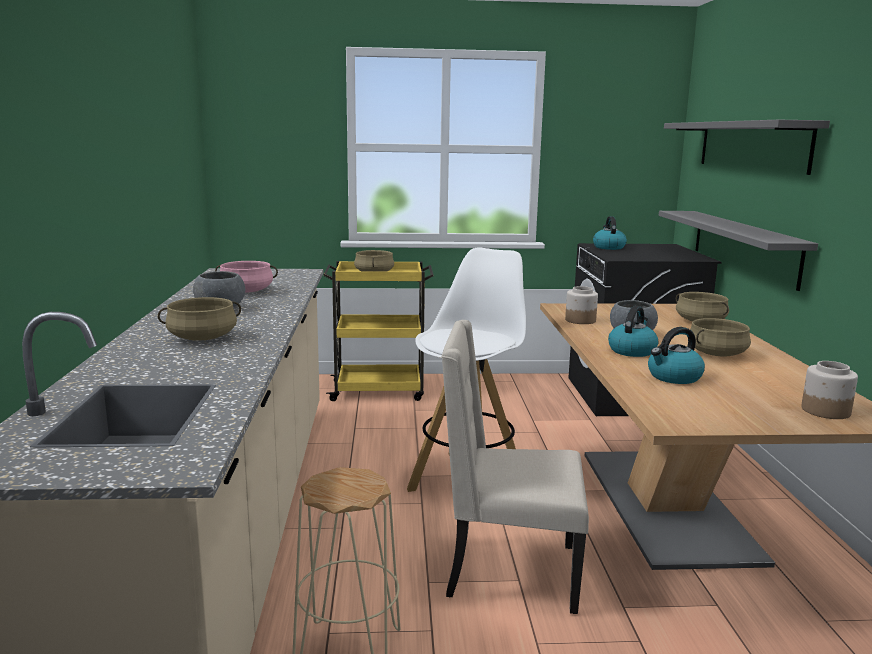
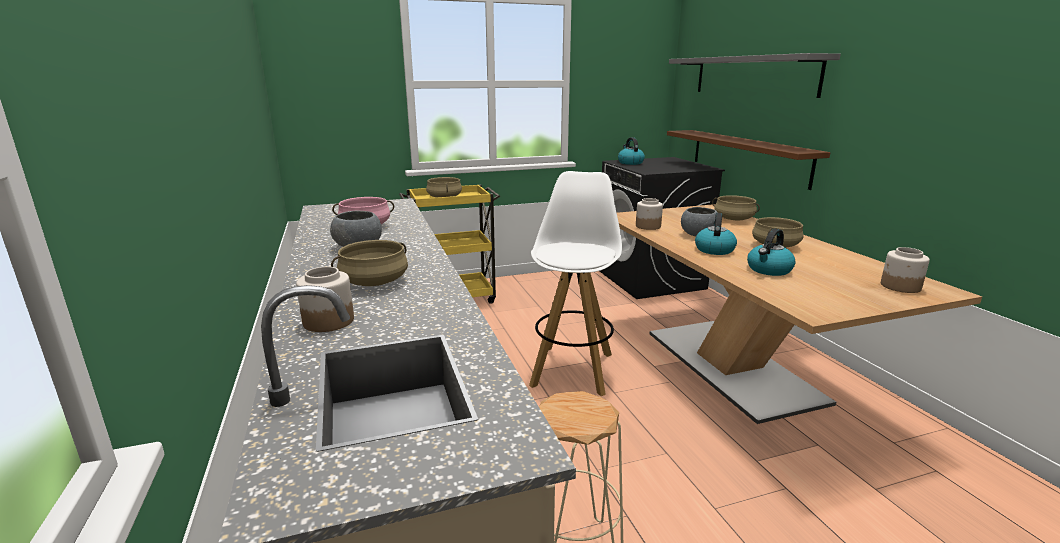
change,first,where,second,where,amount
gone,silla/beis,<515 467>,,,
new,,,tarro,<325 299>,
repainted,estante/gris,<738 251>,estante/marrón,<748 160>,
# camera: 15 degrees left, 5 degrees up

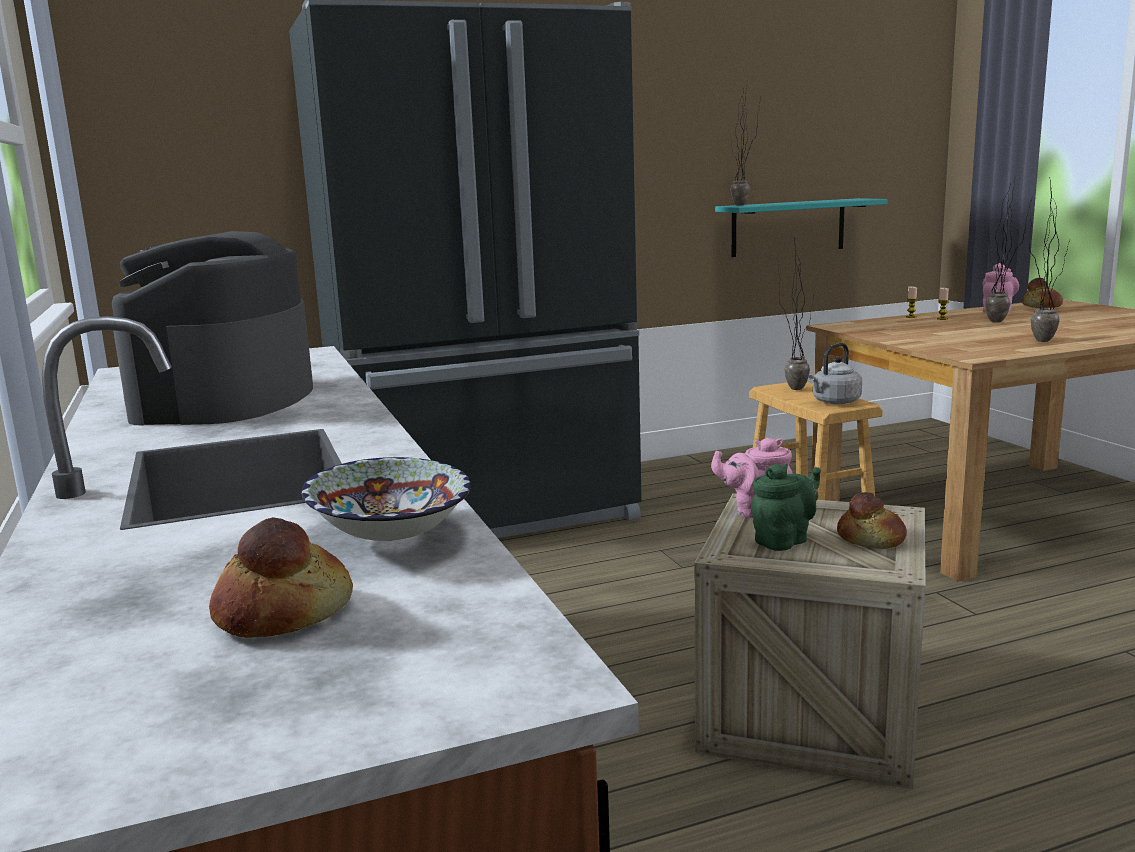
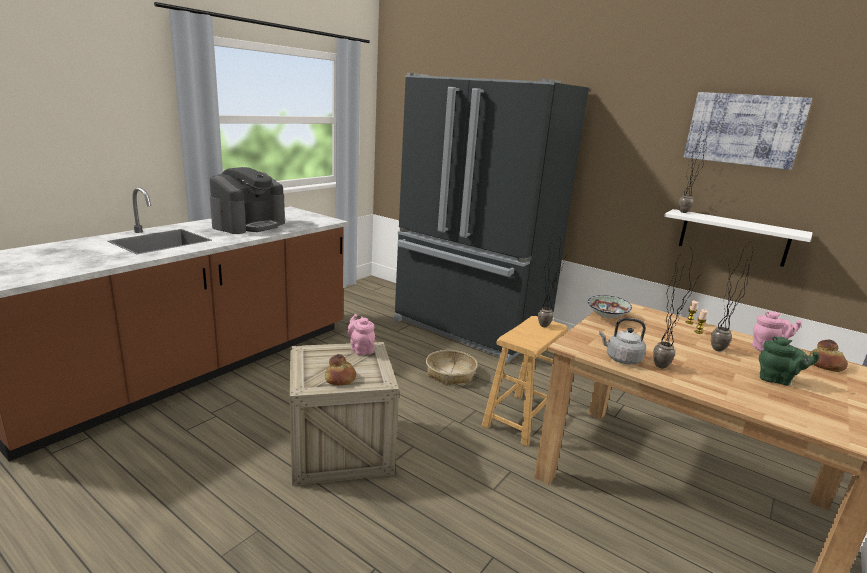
change,first,where,second,where,amount
gone,pan,<281 577>,,,
new,,,cesta,<452 368>,
new,,,cuadro,<748 131>,
shifted,cuenco,<386 499>,,<610 306>,
shifted,tetera/verde,<786 507>,,<789 361>,
shifted,hervidor/gris,<835 373>,,<622 341>,
repainted,estante/turquesa,<801 227>,estante/blanco,<738 238>,
rotated,cafetera,<212 328>,,<247 200>,150 degrees clockwise
# camera: 55 degrees right, 5 degrees up

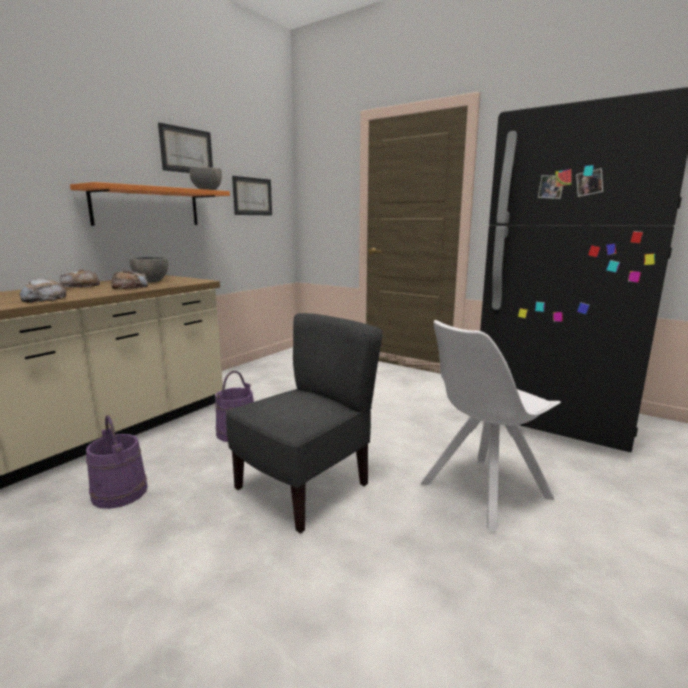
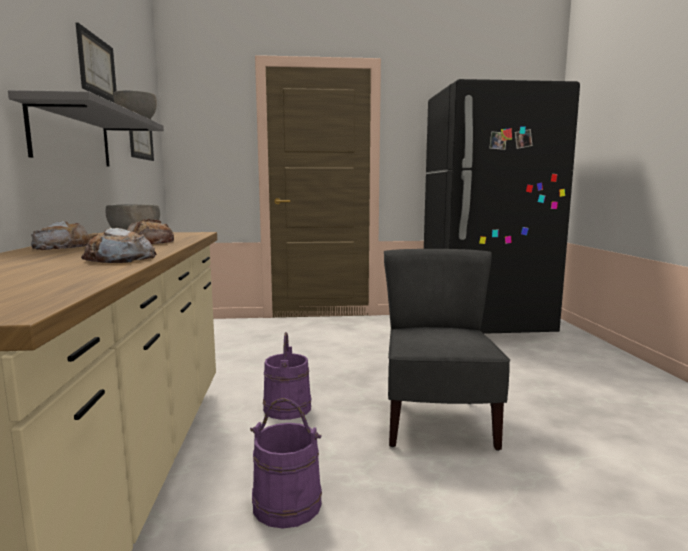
change,first,where,second,where,amount
gone,silla/blanco,<491 426>,,,
repainted,estante/naranja,<150 204>,estante/gris,<86 128>,
# camera: 40 degrees left, 5 degrees down

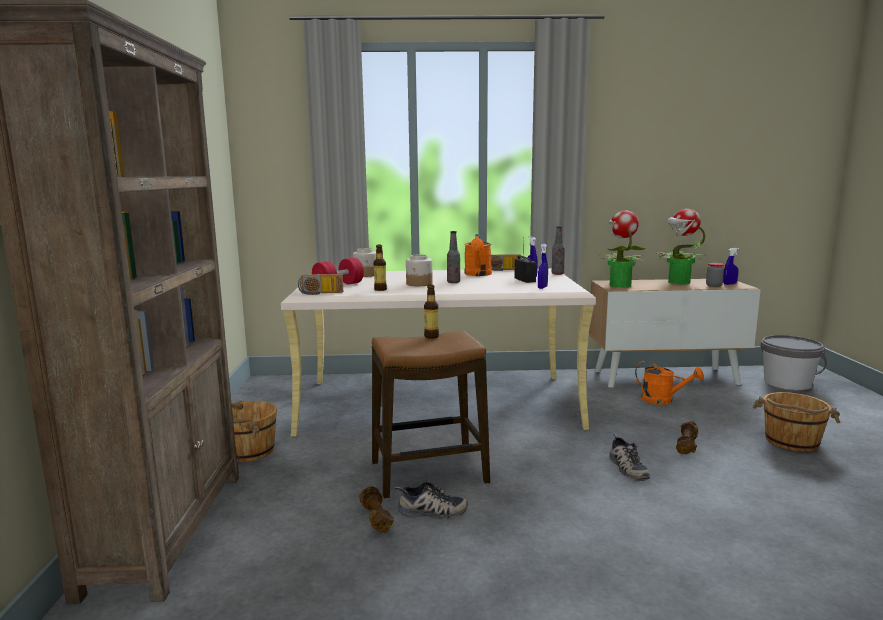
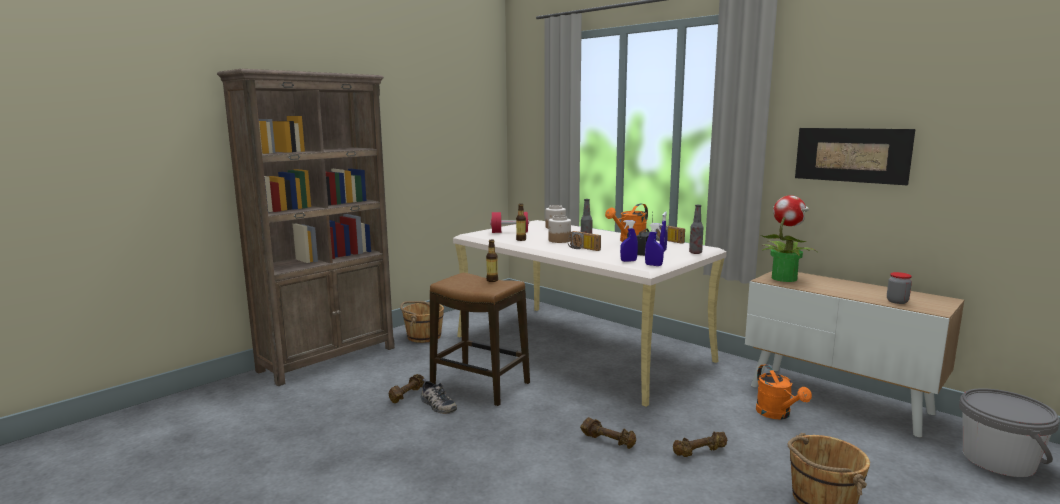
change,first,where,second,where,amount
gone,planta en maceta,<680 246>,,,
new,,,cuadro,<855 157>,
shifted,radio,<320 284>,,<584 241>,
shifted,pulverizador/azul,<731 266>,,<654 244>,
swapped,zapato,<629 457>,mancuerna/marrón,<608 433>,
# camera: 45 degrees right, 0 degrees up

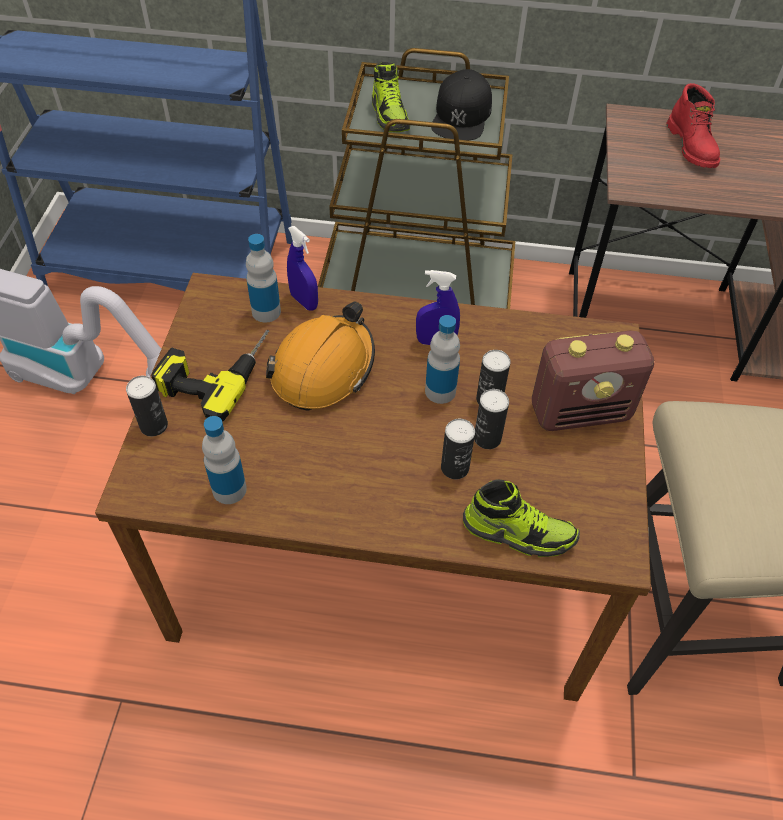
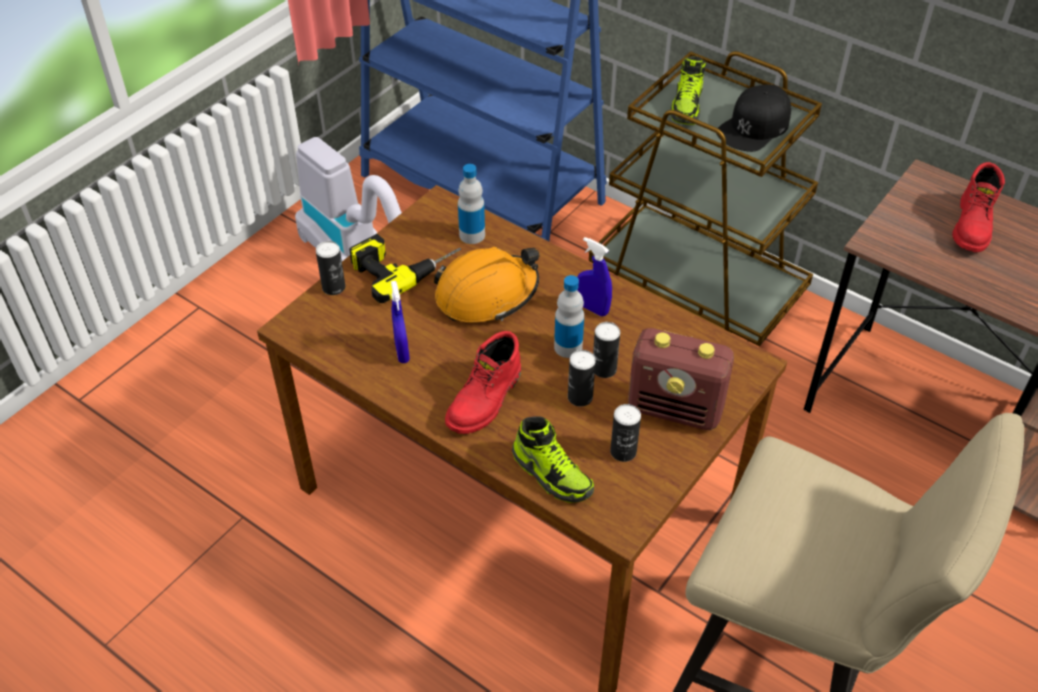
change,first,where,second,where,amount
gone,botella,<224 460>,,,
new,,,bota/rojo,<483 382>,
shifted,pulverizador/azul,<302 268>,,<400 322>,
shifted,lata,<458 449>,,<625 433>,
# camera: 30 degrees right, 5 degrees down

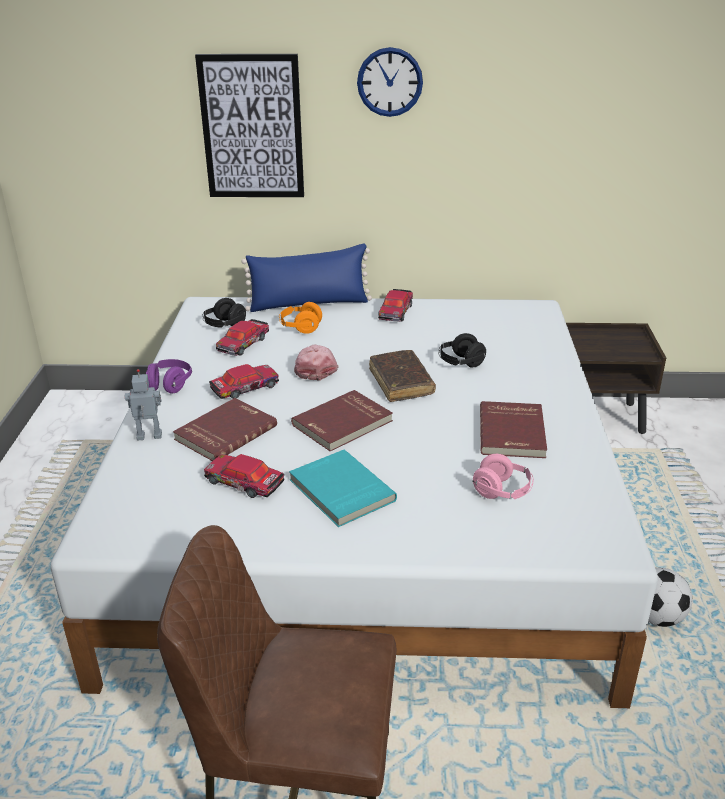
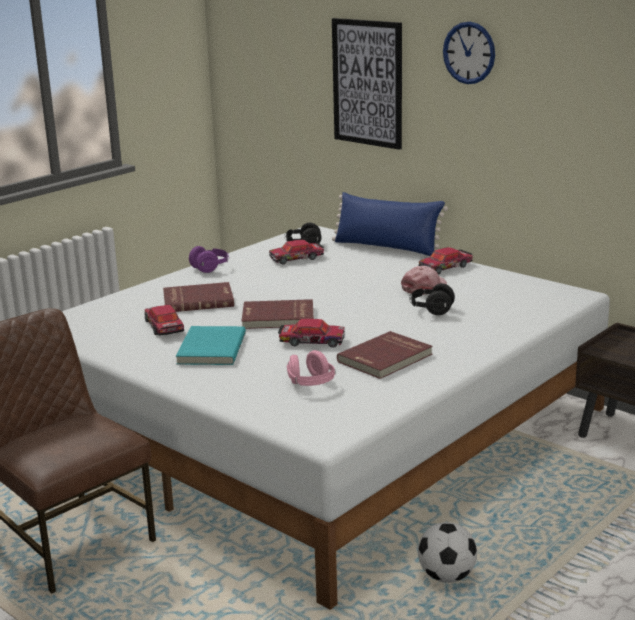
change,first,where,second,where,amount
gone,robot de juguete,<143 405>,,,
gone,auriculares/naranja,<300 318>,,,
gone,libro/marrón,<402 376>,,,
shifted,coche de juguete,<244 381>,,<311 333>,
shifted,gorra/rosa,<316 363>,,<424 280>,
# camera: 40 degrees right, 10 degrees down

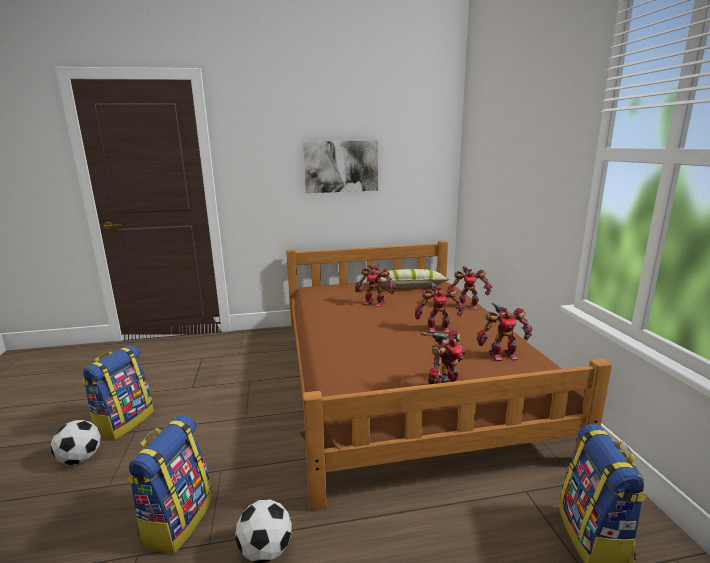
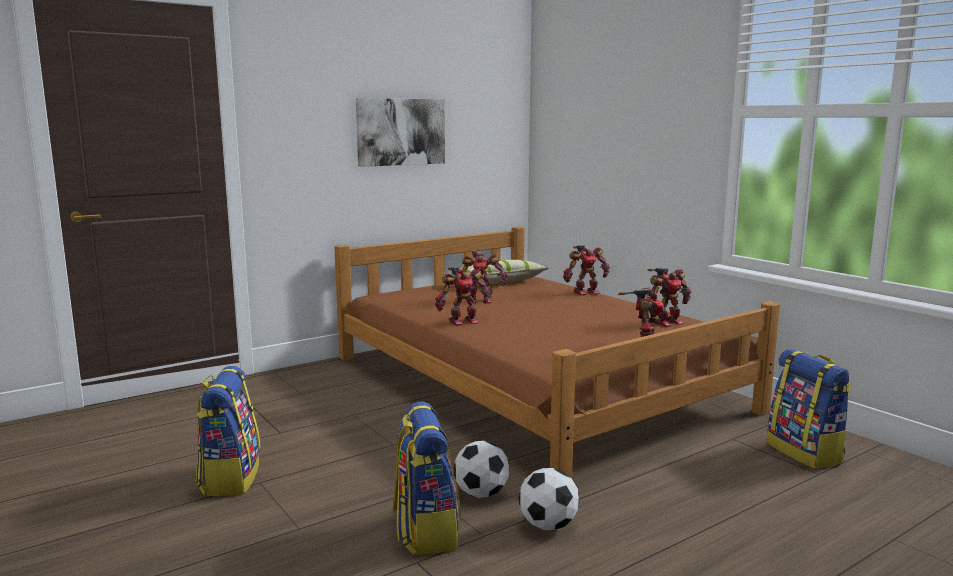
change,first,where,second,where,amount
shifted,balón de fútbol,<76 442>,,<481 469>,
shifted,robot de juguete,<440 308>,,<462 296>,
# camera: 25 degrees left, 5 degrees down

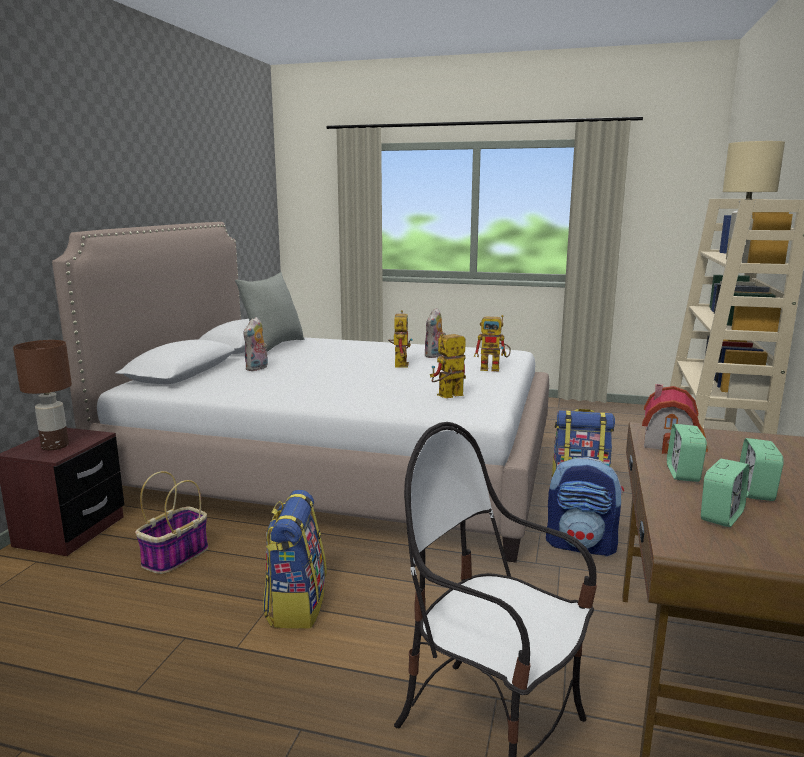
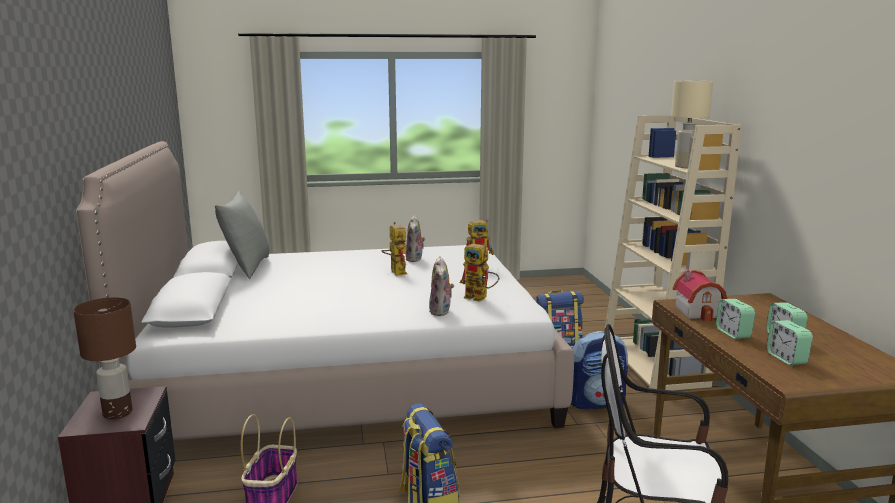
change,first,where,second,where,amount
shifted,peluche,<256 344>,,<441 286>,
rotated,robot de juguete,<448 366>,,<479 273>,90 degrees counterclockwise
rotated,despertador,<725 493>,,<790 342>,150 degrees clockwise
# camera: 25 degrees left, 0 degrees up

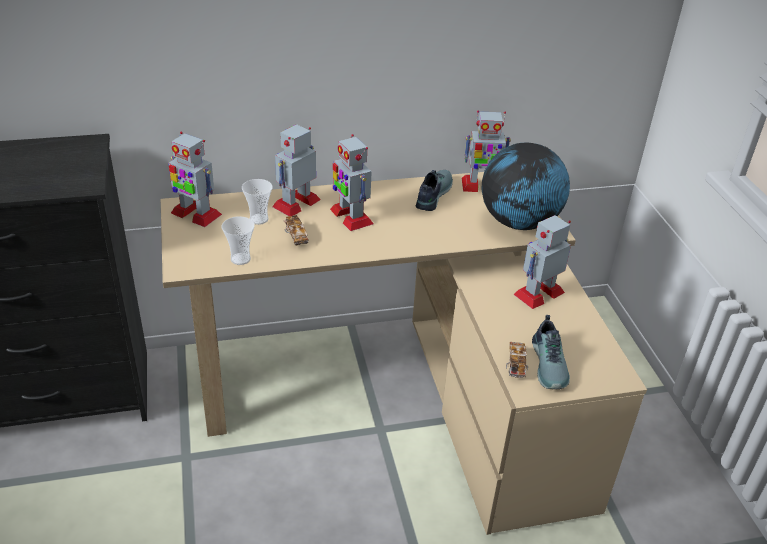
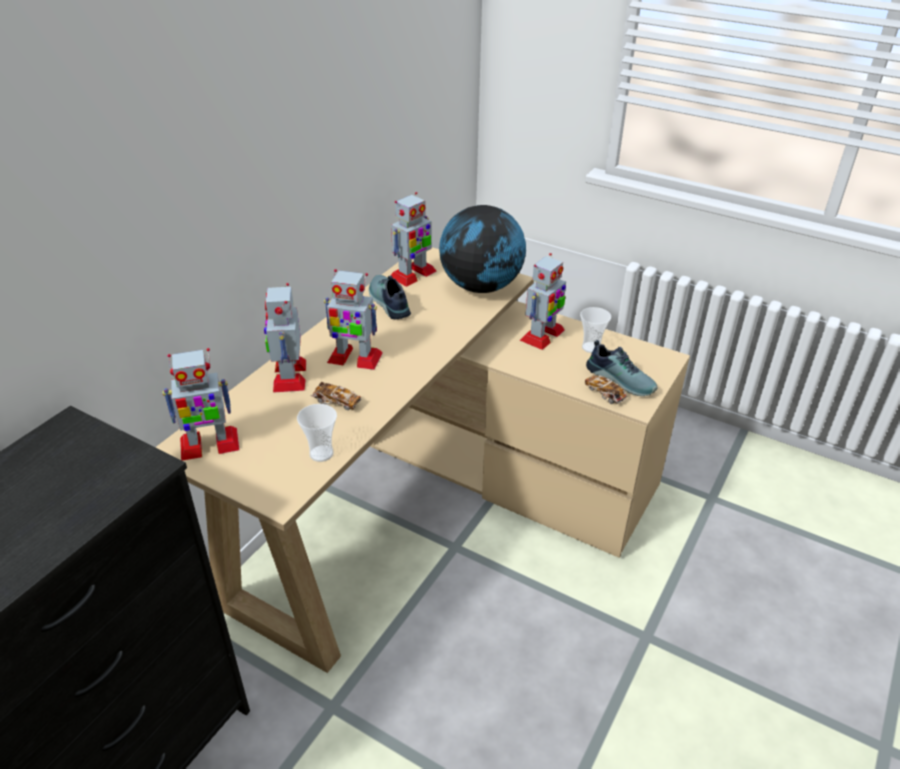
change,first,where,second,where,amount
shifted,taza,<257 202>,,<595 330>,
rotated,robot de juguete,<542 262>,,<543 301>,150 degrees counterclockwise
# camera: 45 degrees left, 0 degrees up

